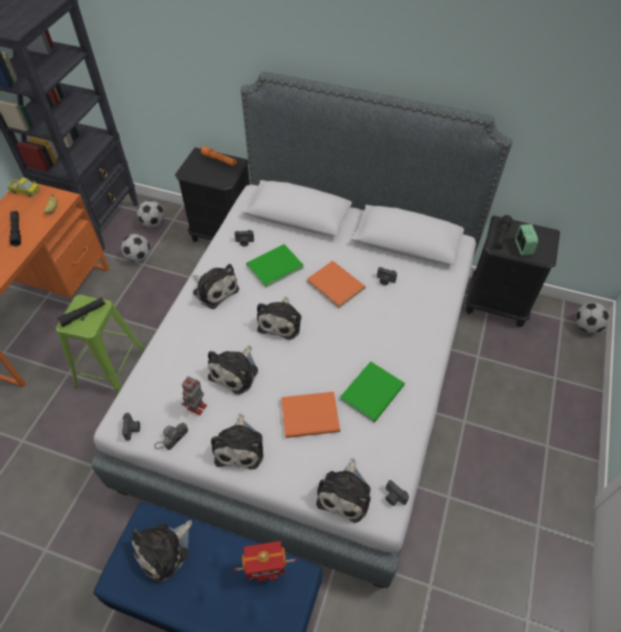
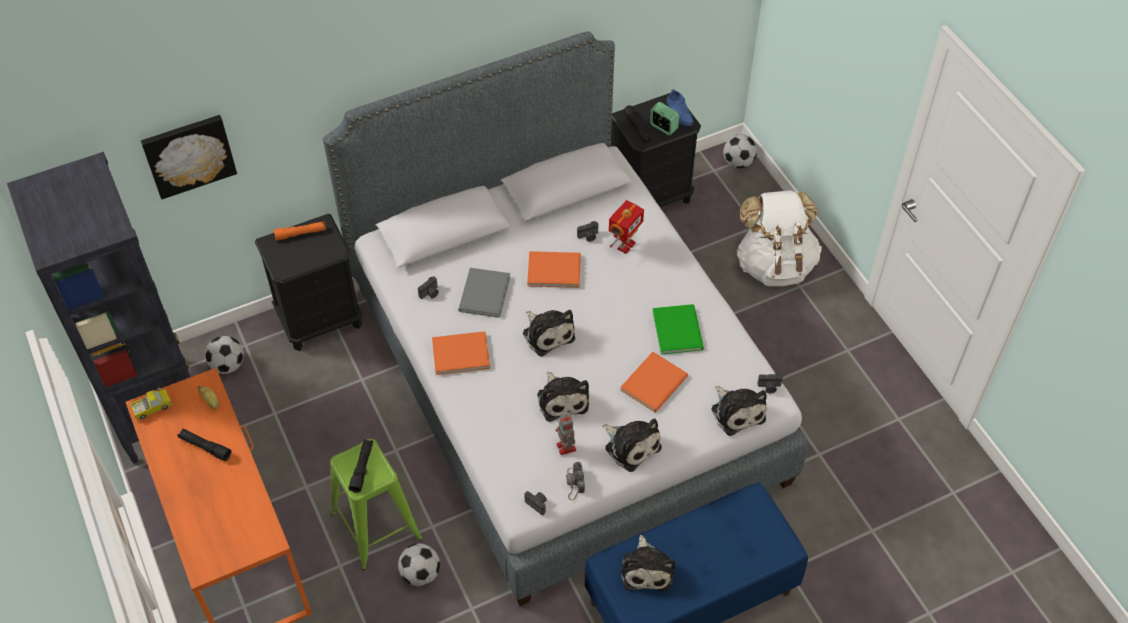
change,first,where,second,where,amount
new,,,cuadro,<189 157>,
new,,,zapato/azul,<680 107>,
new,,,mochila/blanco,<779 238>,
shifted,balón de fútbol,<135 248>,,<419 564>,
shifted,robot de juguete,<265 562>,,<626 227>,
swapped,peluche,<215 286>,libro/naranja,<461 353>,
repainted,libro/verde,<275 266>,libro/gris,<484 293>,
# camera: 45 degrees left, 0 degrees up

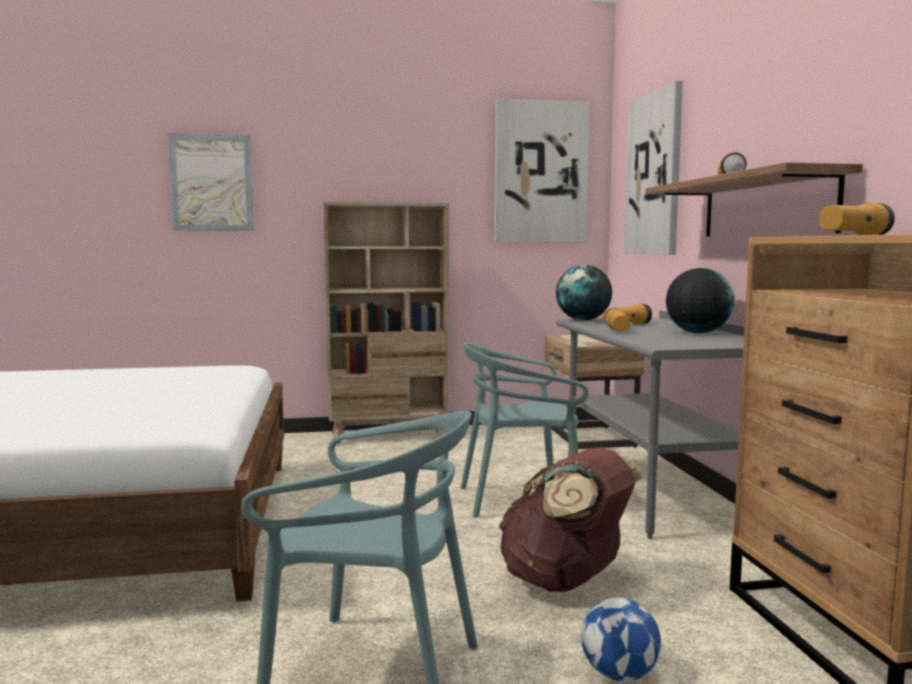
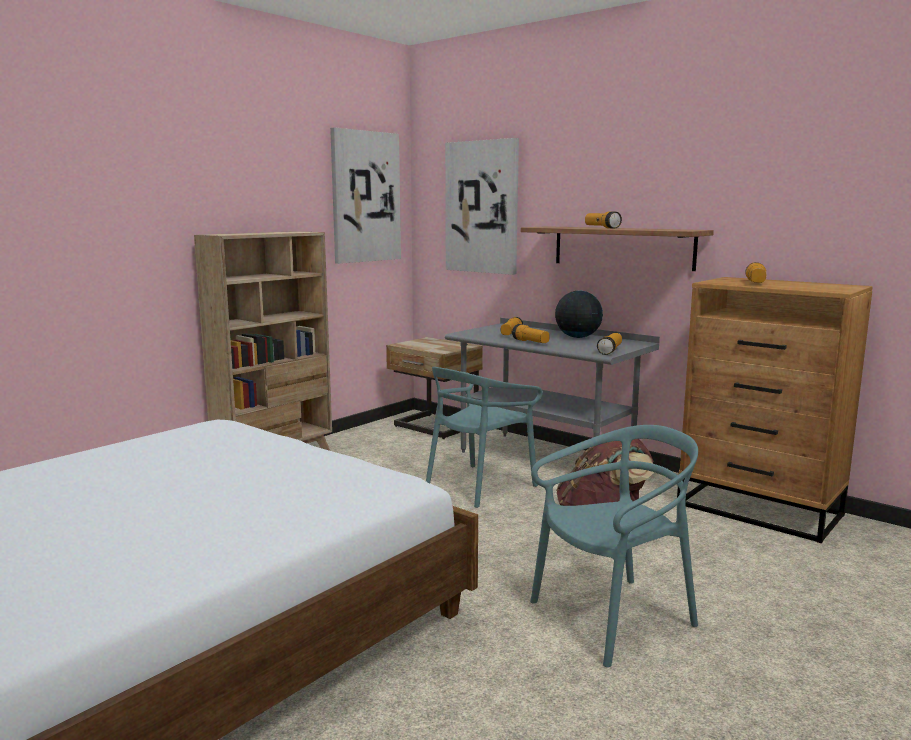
change,first,where,second,where,amount
gone,cuadro,<211 182>,,,
gone,globo terráqueo,<584 293>,,,
gone,balón de fútbol,<621 639>,,,
new,,,linterna,<609 344>,
# camera: 40 degrees left, 5 degrees up

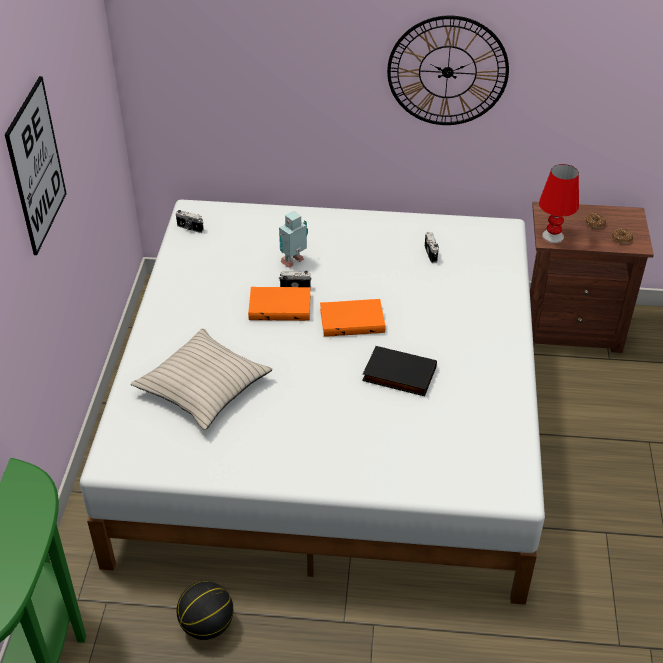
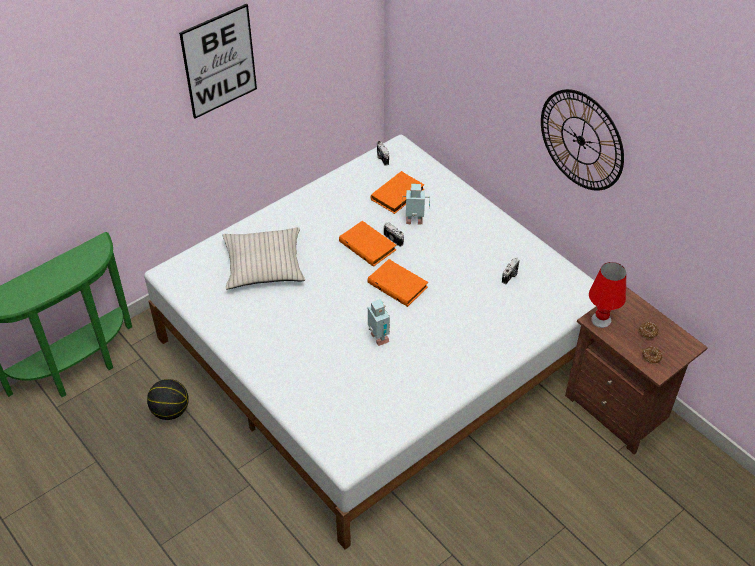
change,first,where,second,where,amount
new,,,libro/naranja,<398 192>,
swapped,libro/negro,<399 371>,robot de juguete,<379 322>,
# camera: 45 degrees right, 5 degrees up

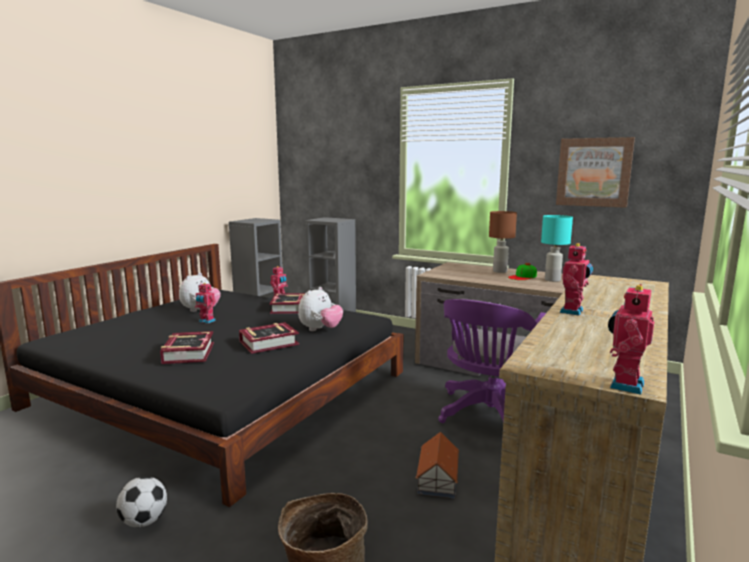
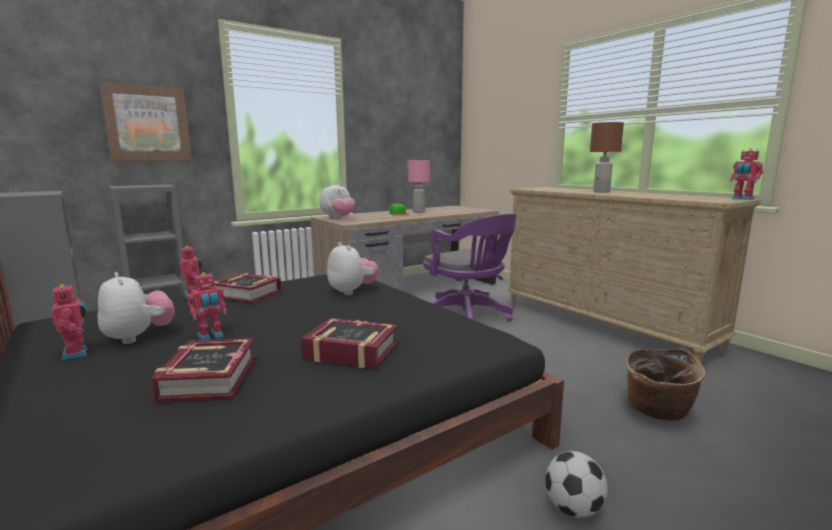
change,first,where,second,where,amount
gone,casita,<437 465>,,,
new,,,peluche,<337 201>,
shifted,libro,<269 338>,,<203 370>,
shifted,lámpara de mesa/marrón,<503 242>,,<607 157>,
shifted,cuadro,<595 172>,,<145 121>,
shifted,robot de juguete,<576 279>,,<69 322>,
repainted,lámpara de mesa/turquesa,<557 248>,lámpara de mesa/rosa,<419 186>,
# camera: 65 degrees left, 0 degrees up

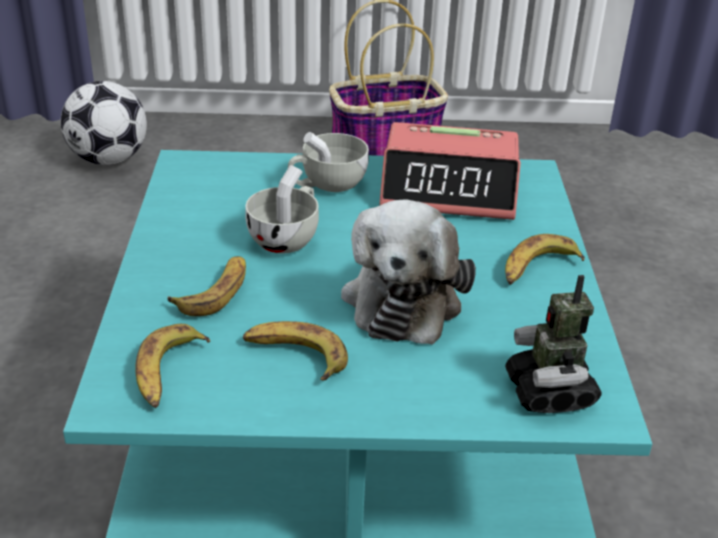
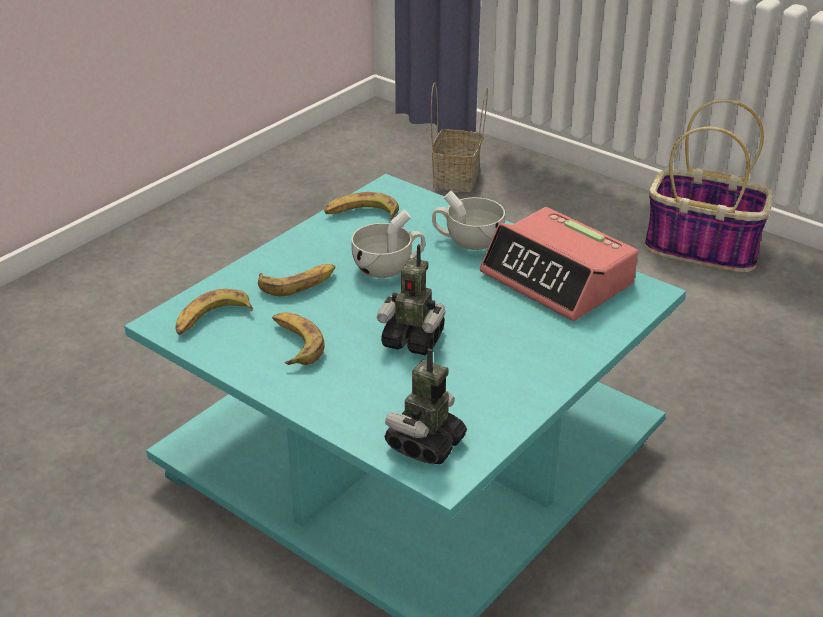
change,first,where,second,where,amount
shifted,plátano,<545 259>,,<361 205>,
swapped,balón de fútbol,<104 123>,cesta,<459 137>,
swapped,peluche,<408 272>,robot de juguete,<411 299>,
# camera: 40 degrees right, 0 degrees up

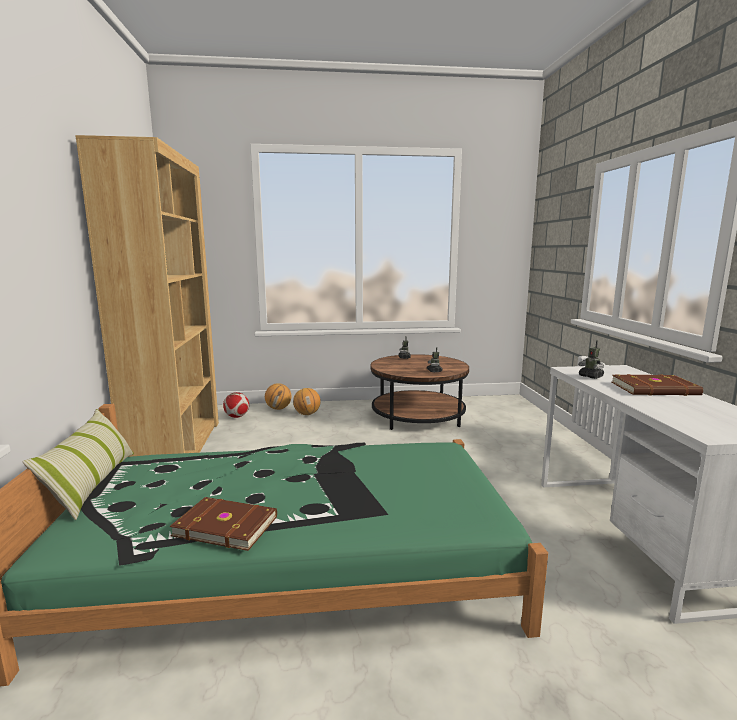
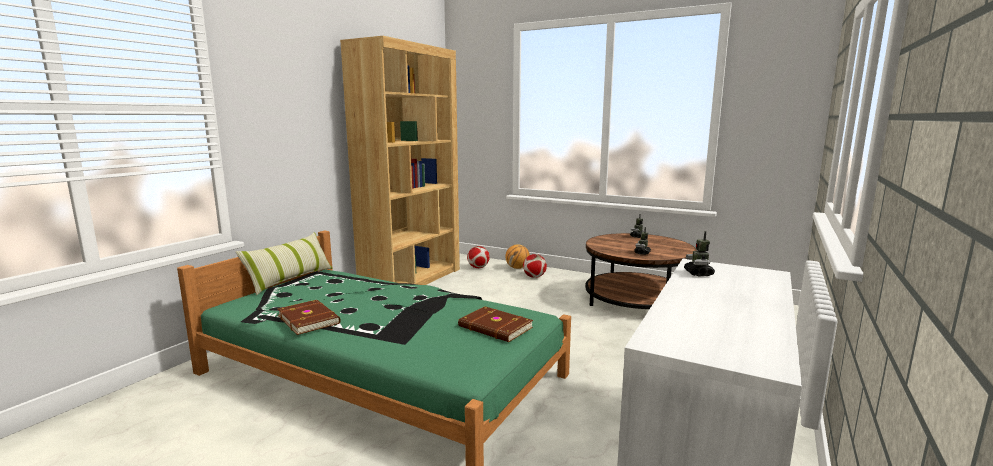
change,first,where,second,where,amount
shifted,libro/marrón,<657 385>,,<495 324>,
swapped,balón de baloncesto,<307 401>,balón de fútbol,<535 266>,
# camera: 35 degrees right, 0 degrees up

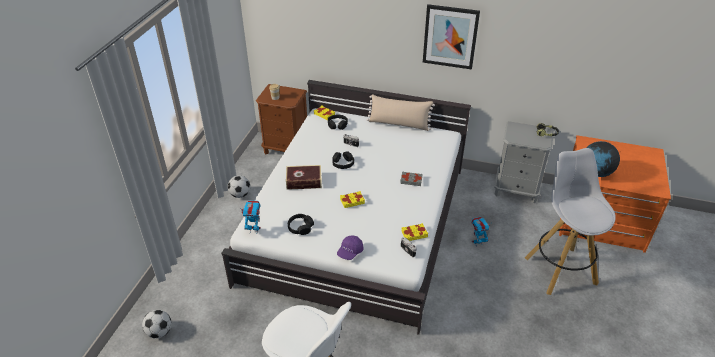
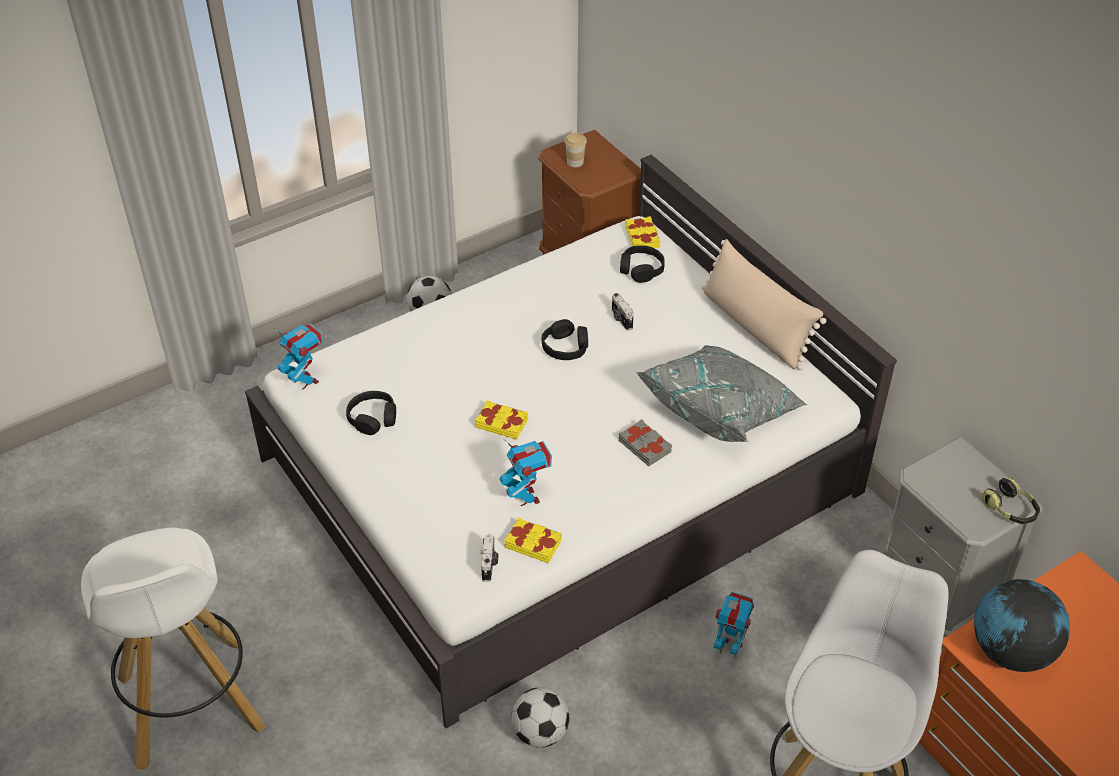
change,first,where,second,where,amount
gone,libro,<304 177>,,,
gone,gorra/morado,<350 247>,,,
gone,cuadro,<451 36>,,,
new,,,robot de juguete,<526 472>,
new,,,cojín/gris,<721 393>,
shifted,balón de fútbol,<157 324>,,<540 717>,
# camera: 40 degrees right, 5 degrees up

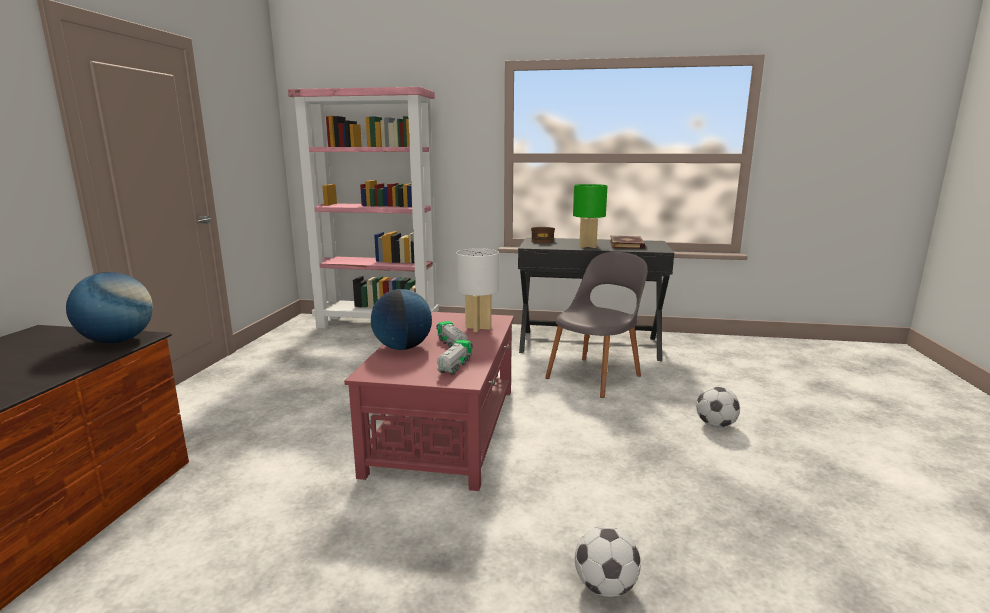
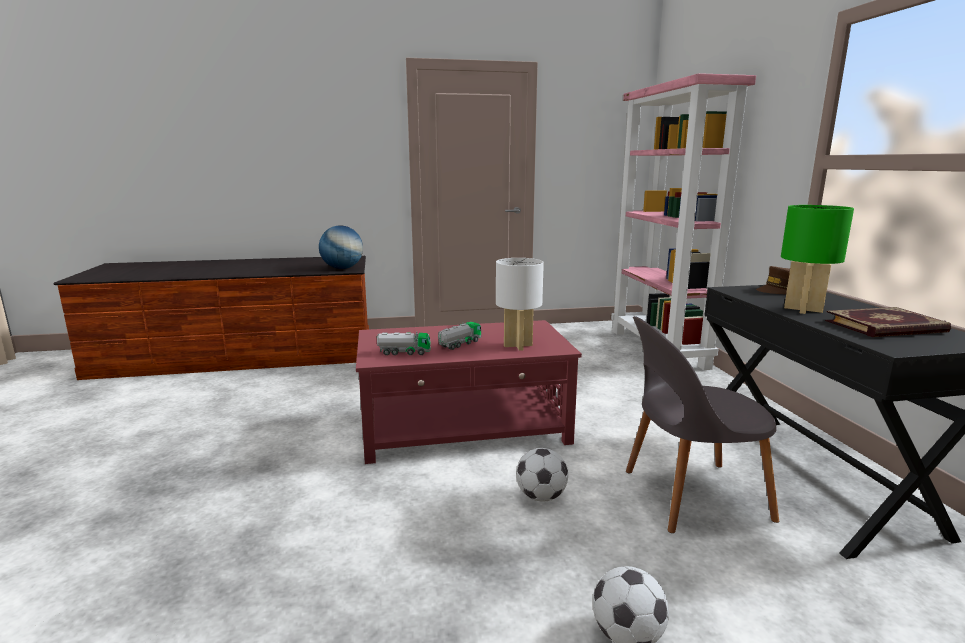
change,first,where,second,where,amount
gone,globo terráqueo,<401 319>,,,
shifted,balón de fútbol,<608 561>,,<542 475>,
rotated,silla/gris,<596 325>,,<702 424>,150 degrees clockwise
# camera: 70 degrees right, 0 degrees up

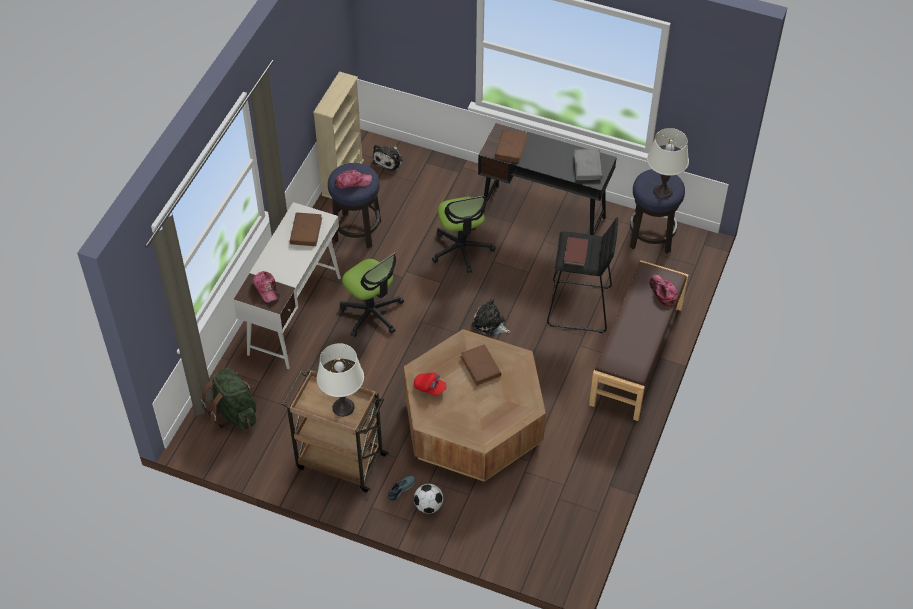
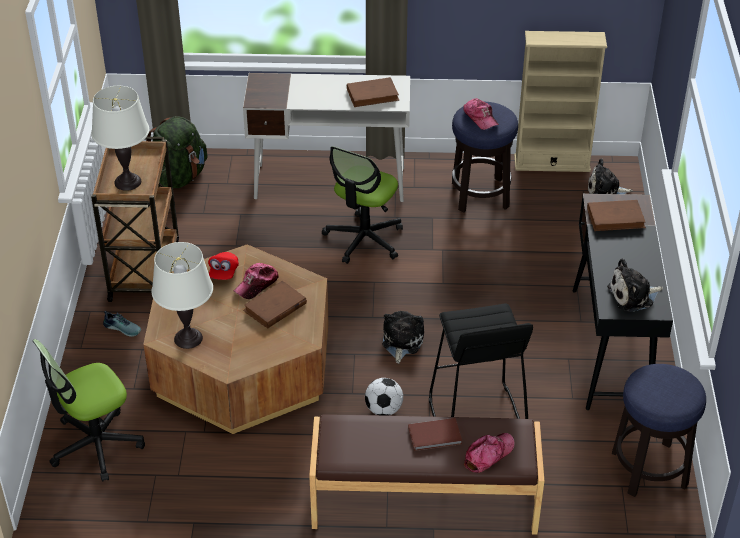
change,first,where,second,where,amount
shifted,gorra,<266 286>,,<256 281>,
shifted,balón de fútbol,<428 498>,,<384 397>,
shifted,silla de oficina,<463 234>,,<89 410>,
shifted,libro/marrón,<576 251>,,<435 434>,
shifted,lámpara de mesa/blanco,<668 163>,,<182 295>,
swapped,libro/gris,<588 164>,peluche,<635 285>,
# camera: 70 degrees right, 10 degrees down

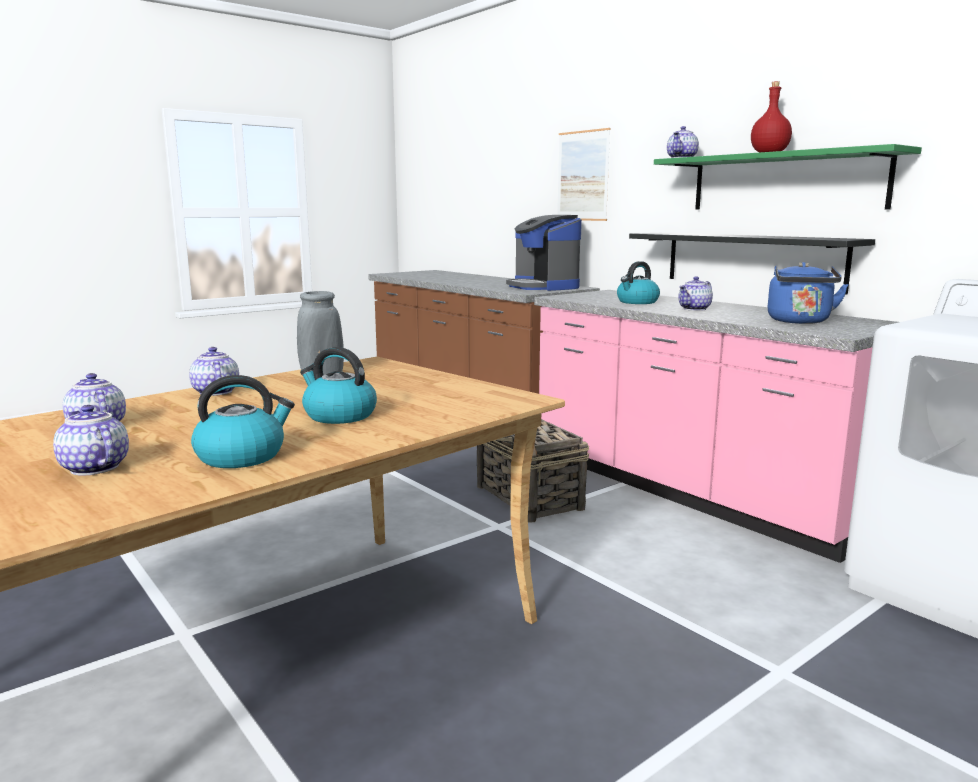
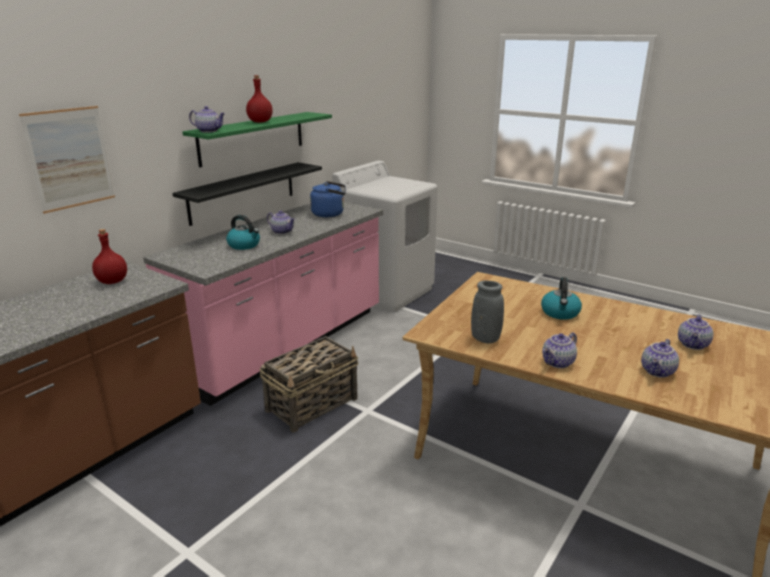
change,first,where,second,where,amount
gone,hervidor,<243 421>,,,
swapped,cafetera,<544 253>,botella/rojo,<109 256>,
# camera: 105 degrees left, 10 degrees up

